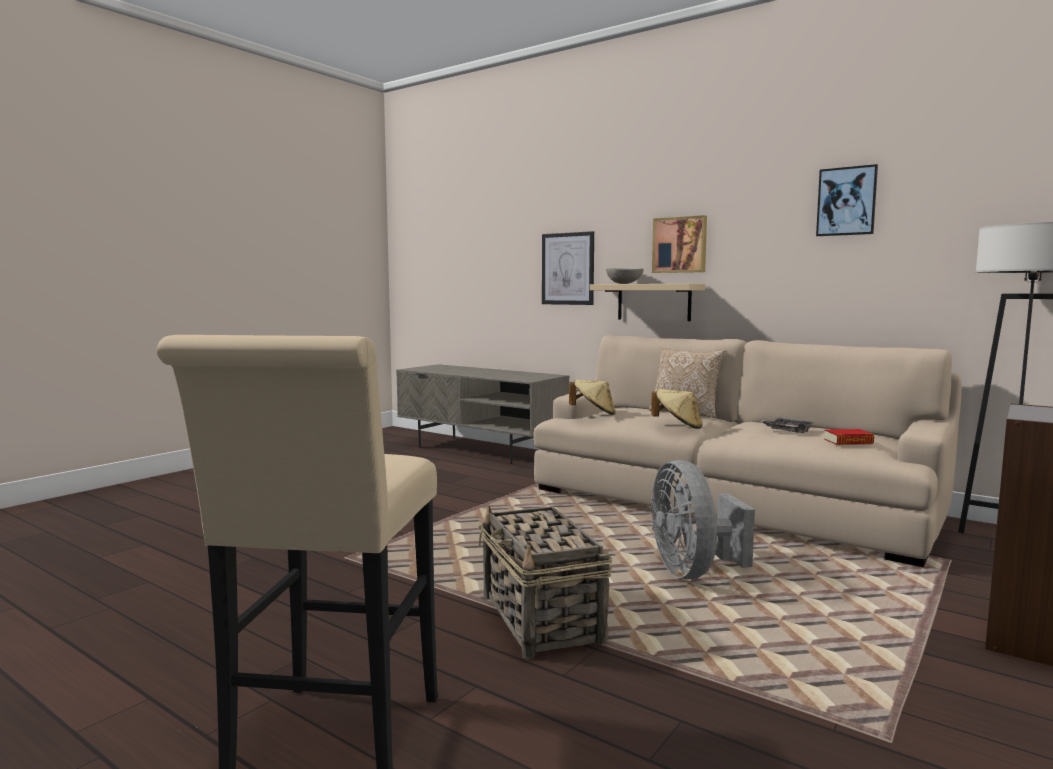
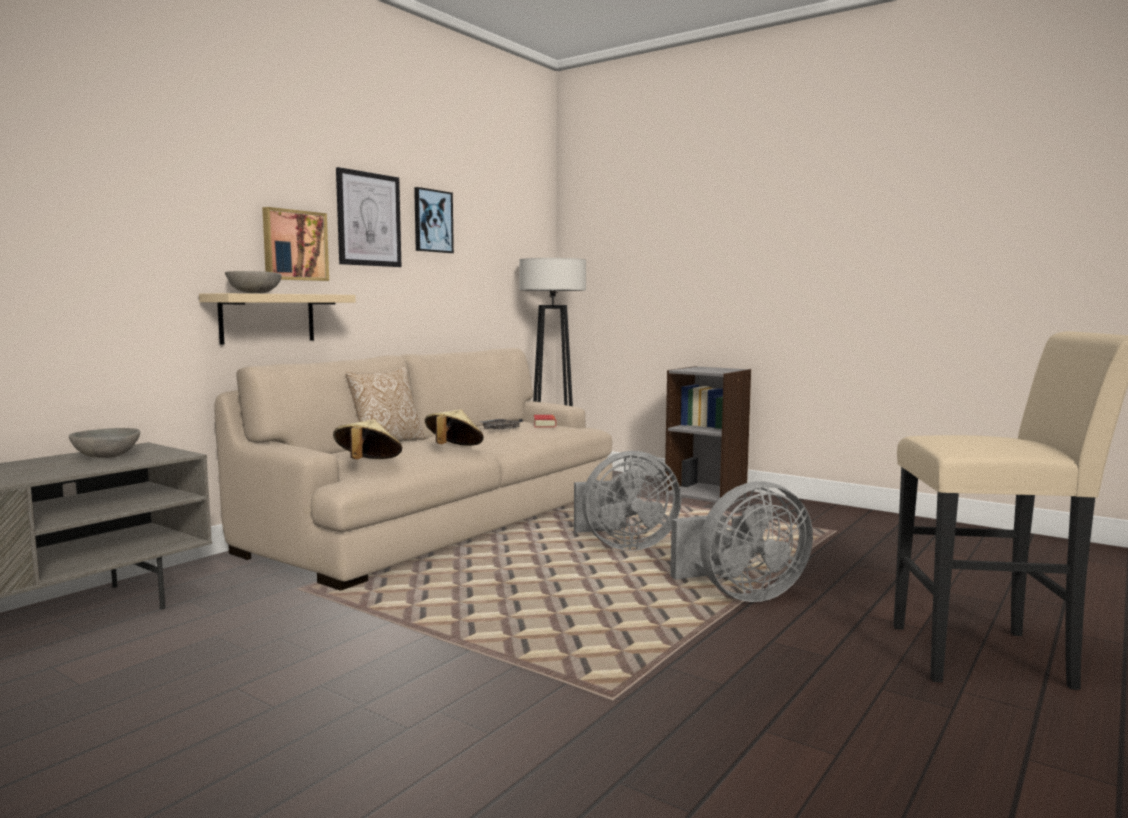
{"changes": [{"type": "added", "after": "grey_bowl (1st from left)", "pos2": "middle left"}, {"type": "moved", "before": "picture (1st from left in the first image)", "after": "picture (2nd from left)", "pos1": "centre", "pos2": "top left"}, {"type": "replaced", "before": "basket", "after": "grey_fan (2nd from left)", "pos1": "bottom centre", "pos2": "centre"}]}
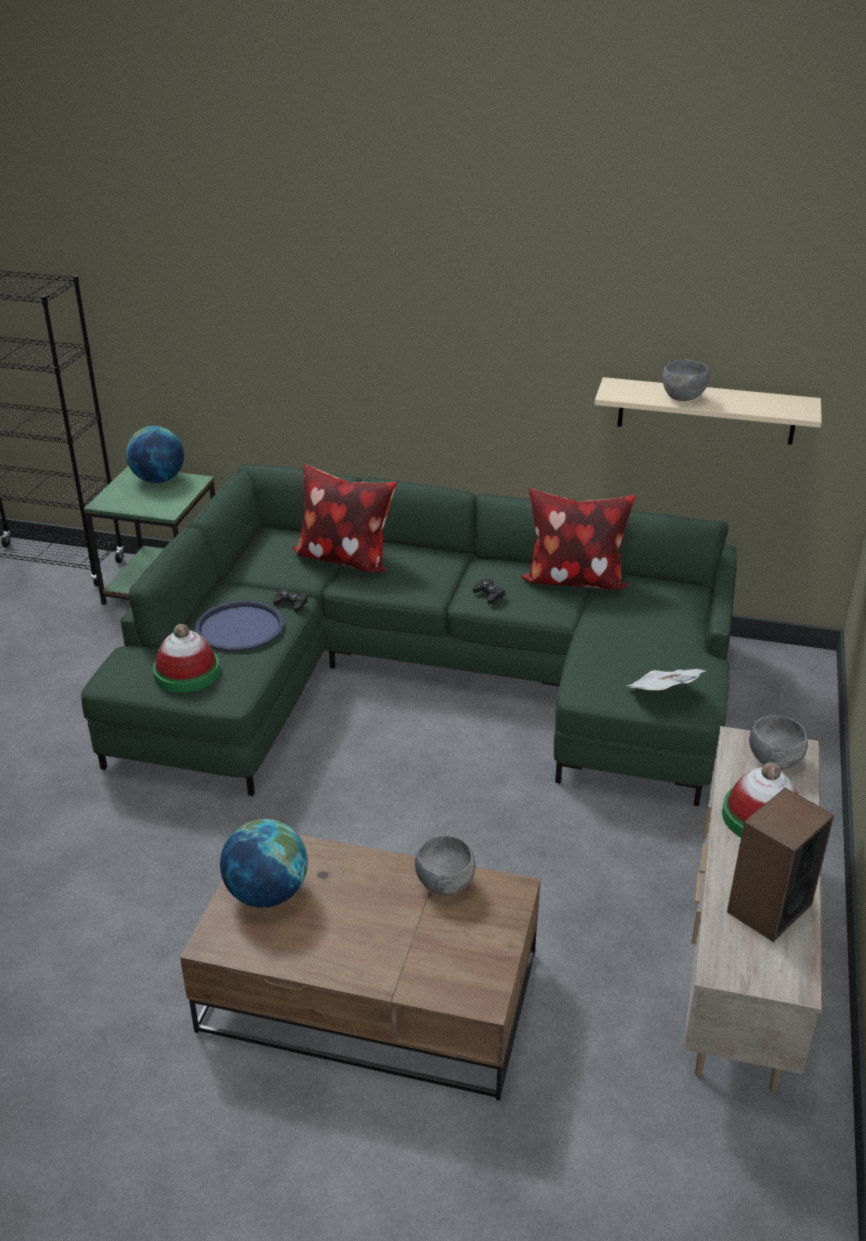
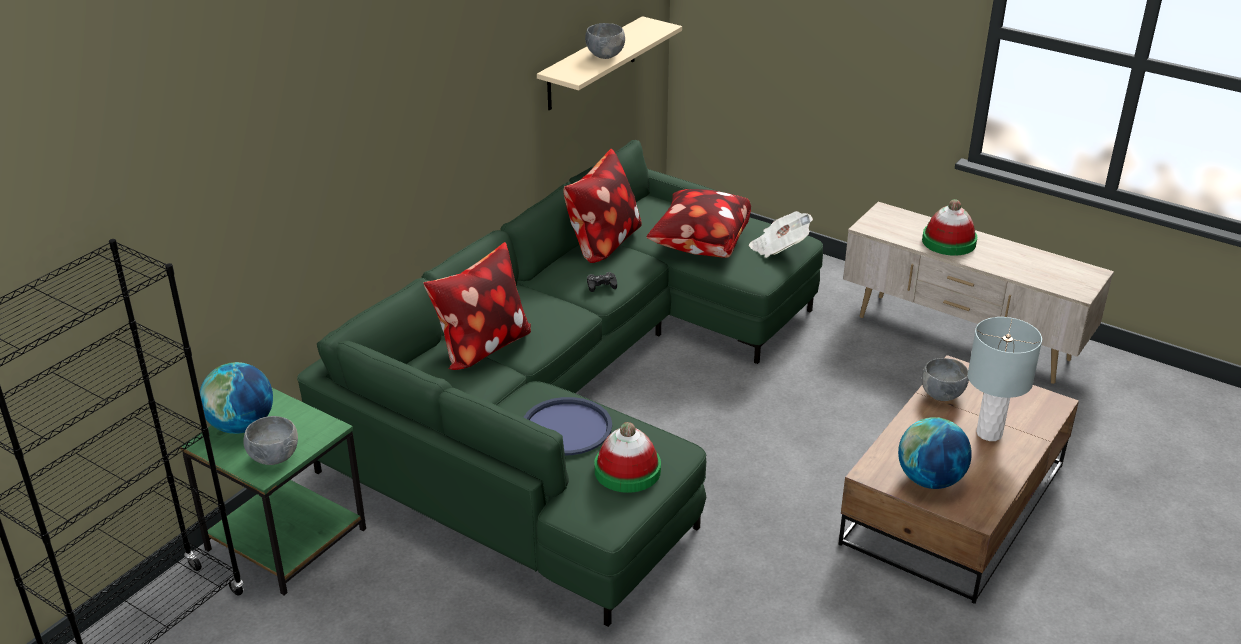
{"changes": [{"type": "removed", "before": "black_game_controller (1st from left)", "pos1": "centre"}, {"type": "removed", "before": "speaker", "pos1": "bottom right"}, {"type": "added", "after": "pillow (3rd from left)", "pos2": "centre"}, {"type": "added", "after": "grey_table_lamp", "pos2": "middle right"}, {"type": "moved", "before": "grey_bowl (3rd from left in the first image)", "after": "grey_bowl (1st from left)", "pos1": "middle right", "pos2": "bottom left"}]}
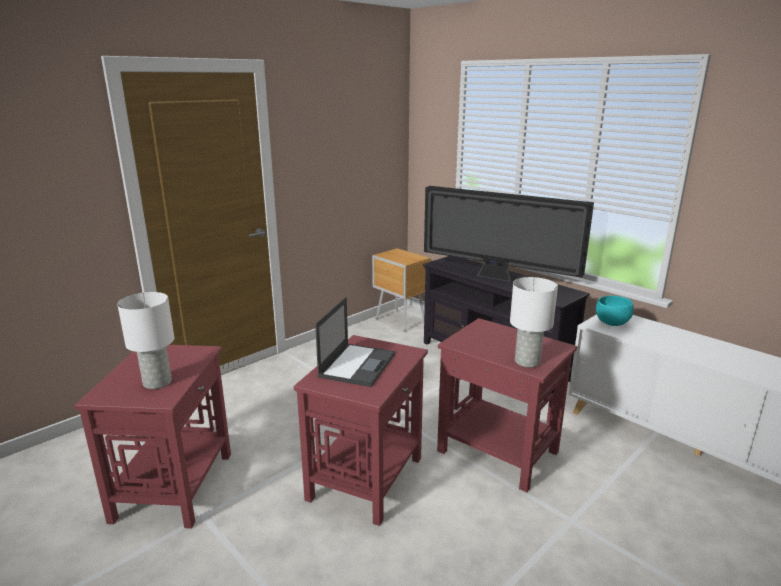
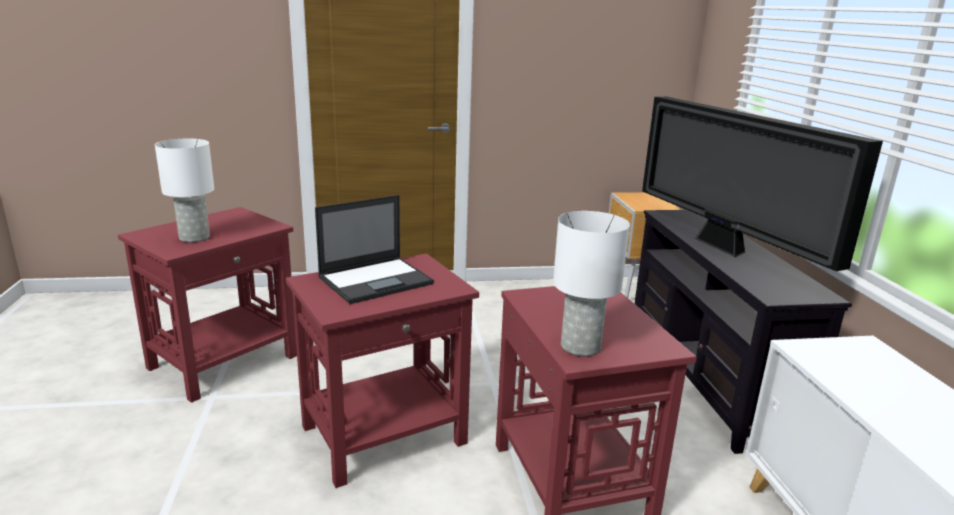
{"changes": [{"type": "removed", "before": "turquoise_bowl", "pos1": "middle right"}]}
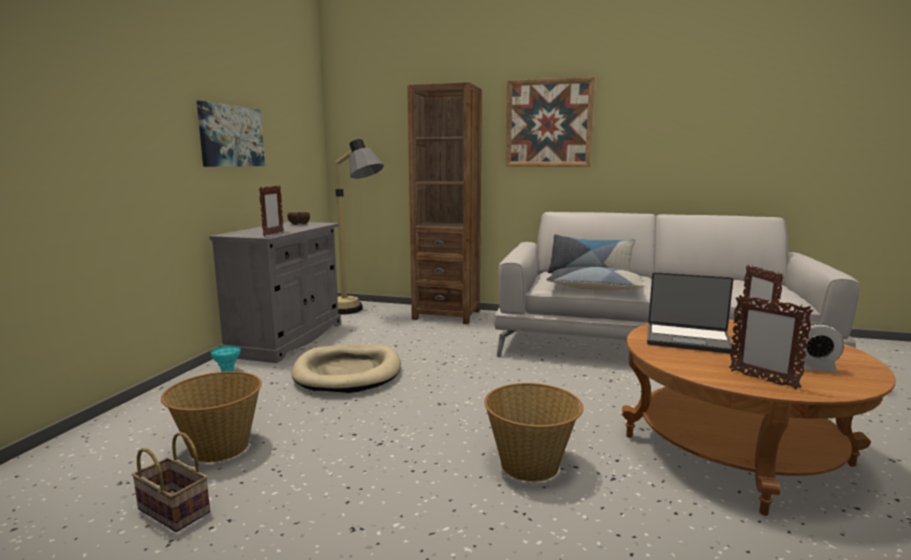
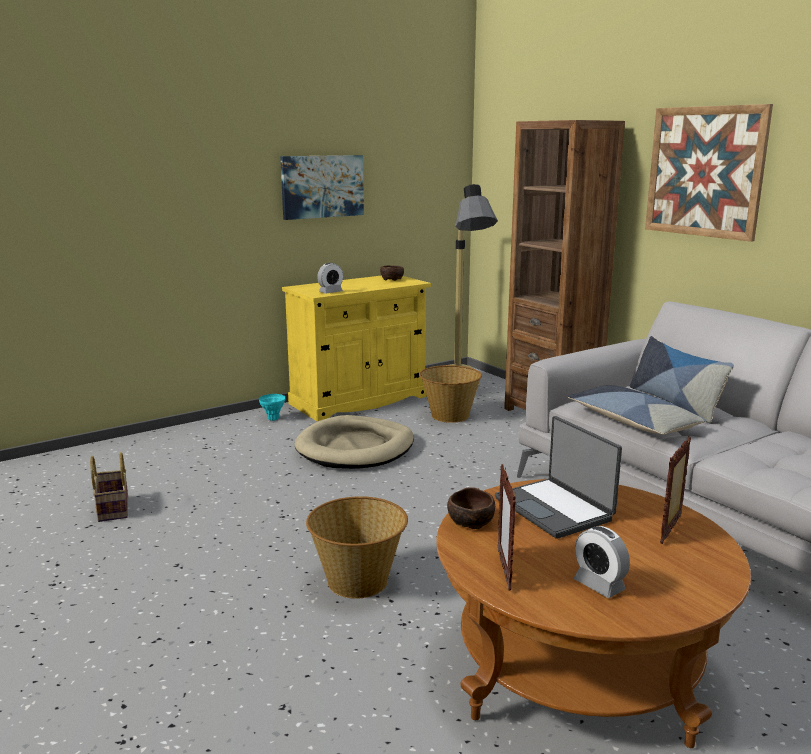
{"changes": [{"type": "added", "after": "brown_bowl (2nd from left)", "pos2": "bottom centre"}, {"type": "moved", "before": "basket (2nd from left in the first image)", "after": "basket (3rd from left)", "pos1": "bottom left", "pos2": "centre"}, {"type": "replaced", "before": "picture_frame (1st from left)", "after": "alarm_clock (1st from left)", "pos1": "middle left", "pos2": "centre"}, {"type": "recoloured", "before": "grey_cabinet", "after": "yellow_cabinet", "pos1": "middle left", "pos2": "centre"}]}
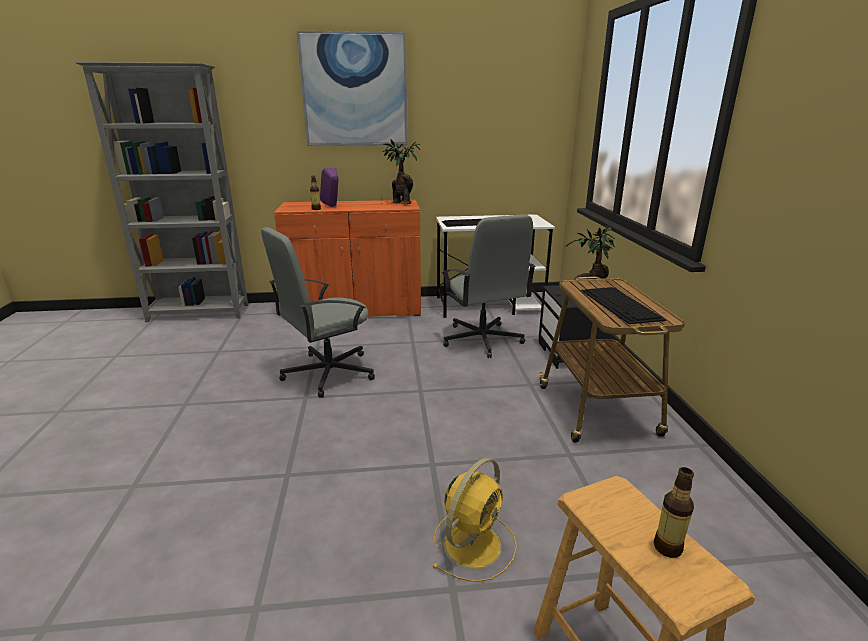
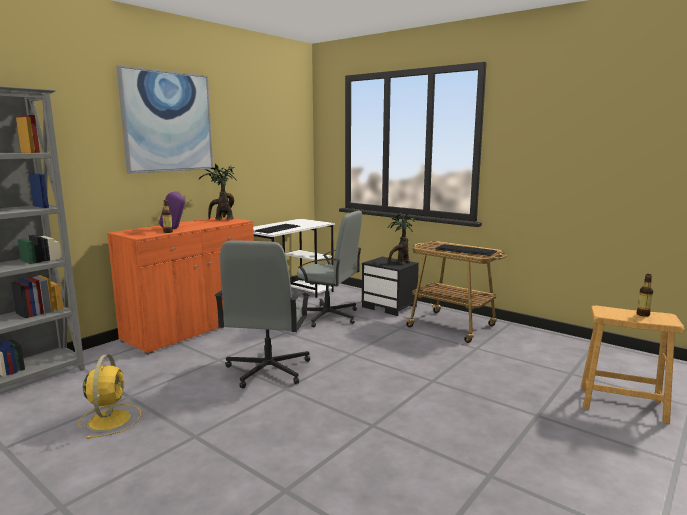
{"changes": [{"type": "moved", "before": "yellow_fan", "pos1": "bottom centre", "pos2": "bottom left"}]}
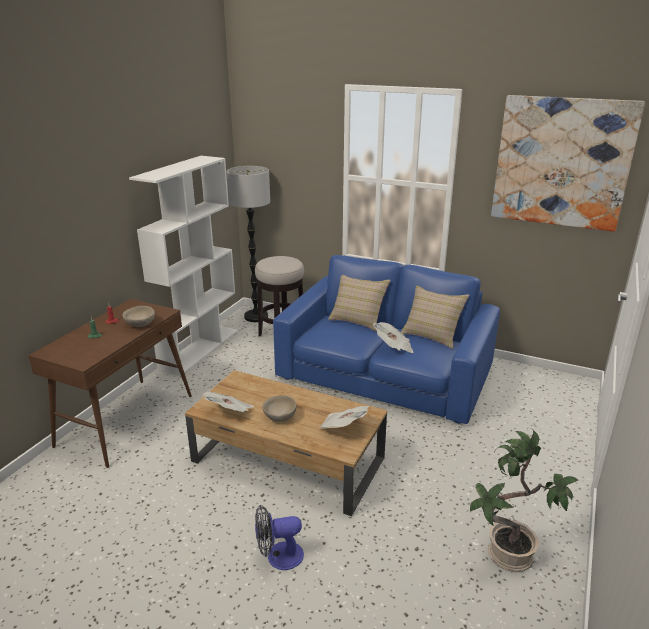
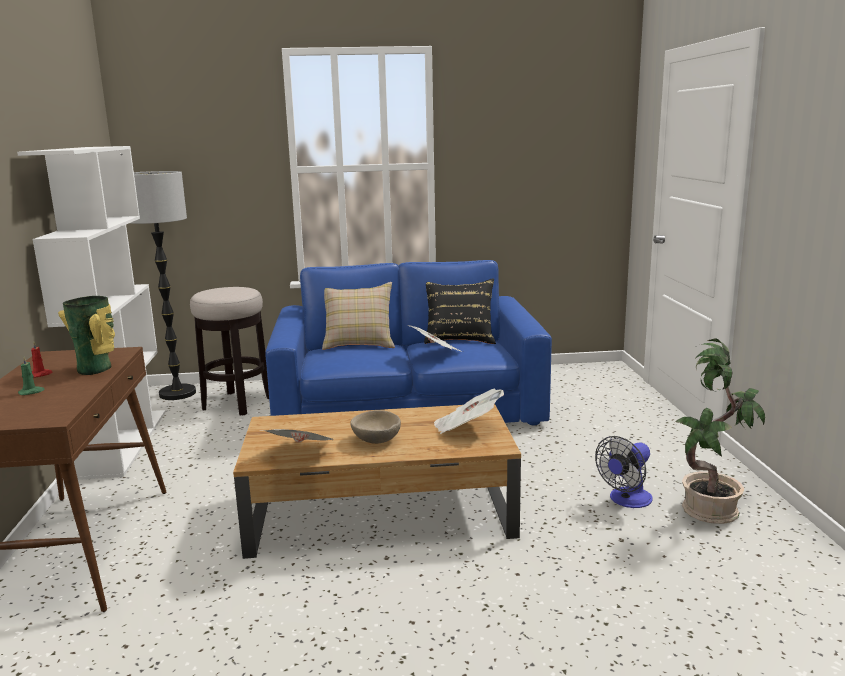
{"changes": [{"type": "removed", "before": "picture", "pos1": "top right"}, {"type": "moved", "before": "fan", "pos1": "bottom centre", "pos2": "bottom right"}, {"type": "replaced", "before": "beige_bowl (1st from left)", "after": "vase", "pos1": "middle left", "pos2": "middle left"}, {"type": "recoloured", "before": "beige_pillow (2nd from left)", "after": "black_pillow", "pos1": "middle right", "pos2": "centre"}]}
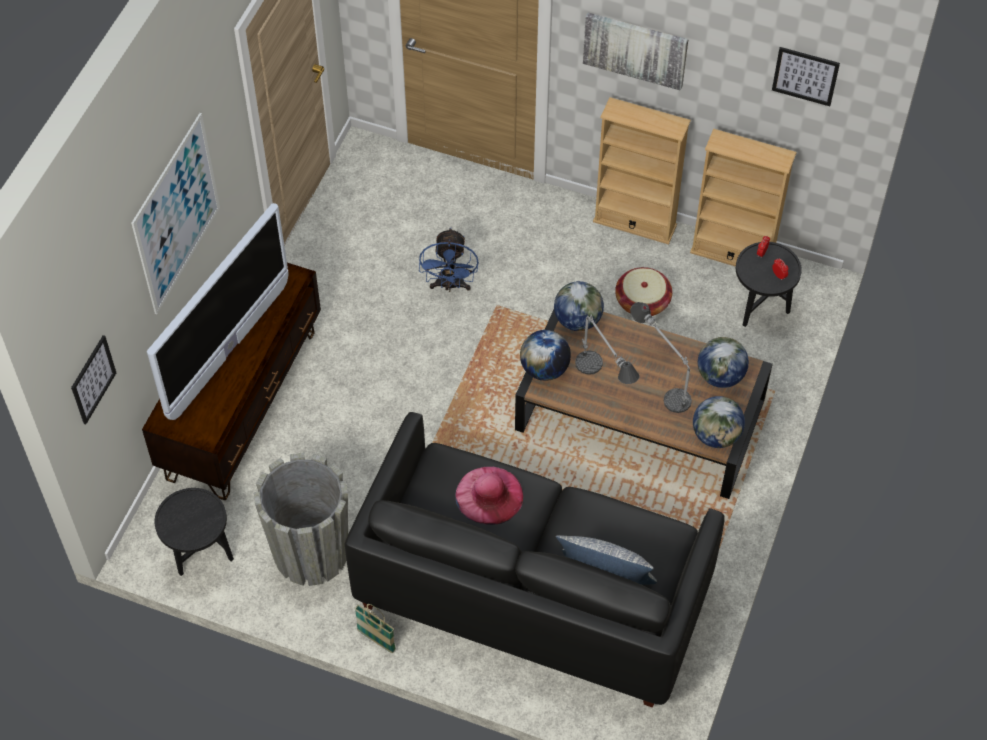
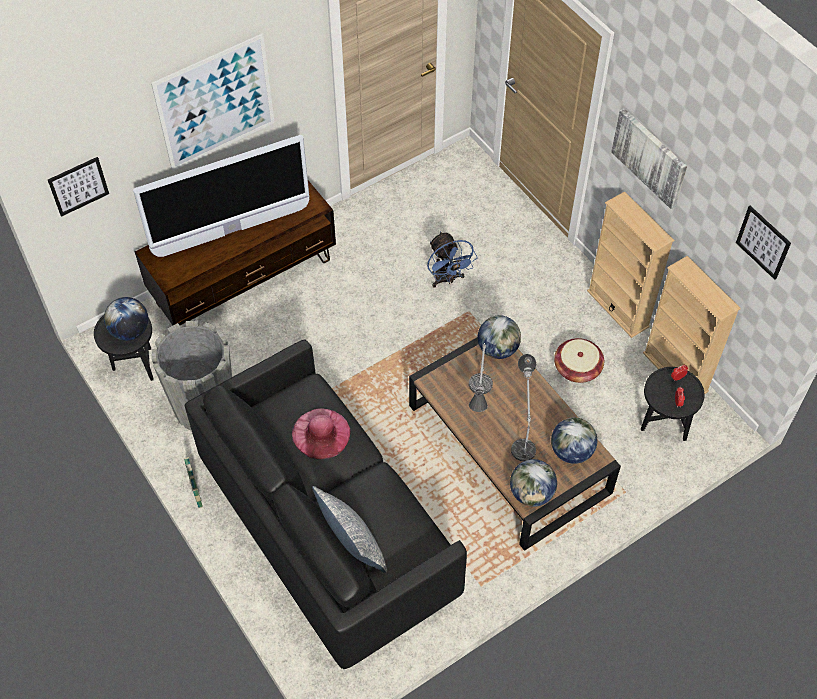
{"changes": [{"type": "moved", "before": "globe (1st from left)", "pos1": "centre", "pos2": "middle left"}, {"type": "turned", "before": "blue_fan", "pos1": "centre", "pos2": "centre", "turn": -60}]}
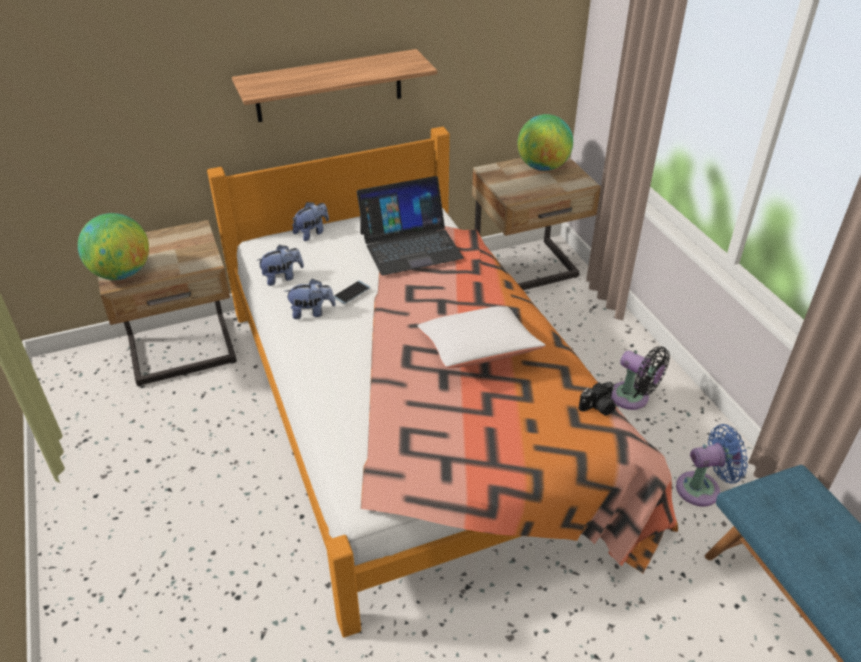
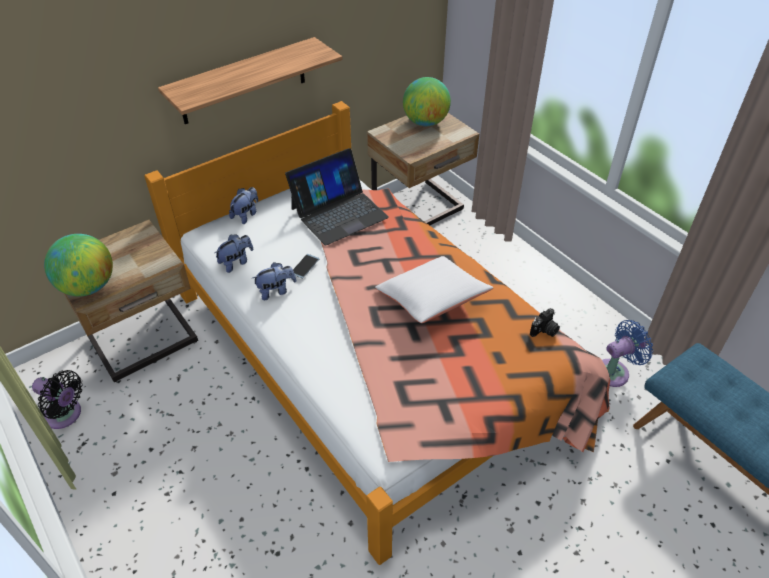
{"changes": [{"type": "moved", "before": "black_fan", "pos1": "middle right", "pos2": "bottom left"}]}
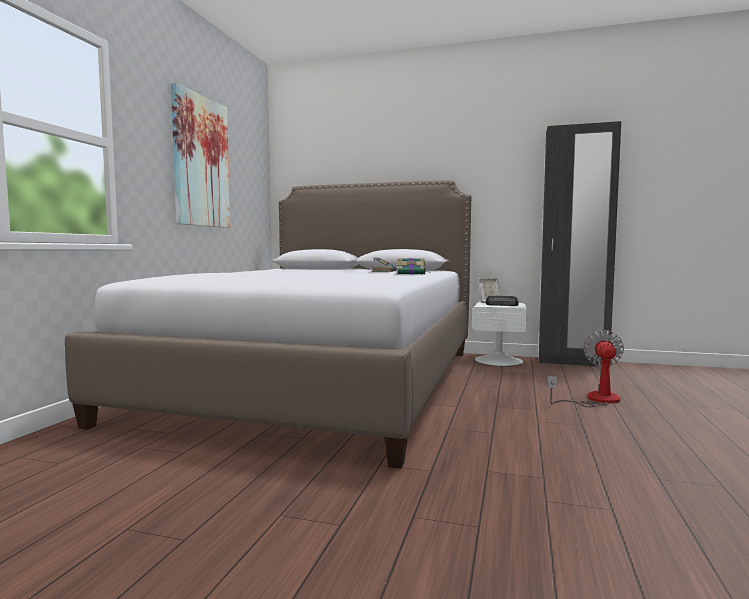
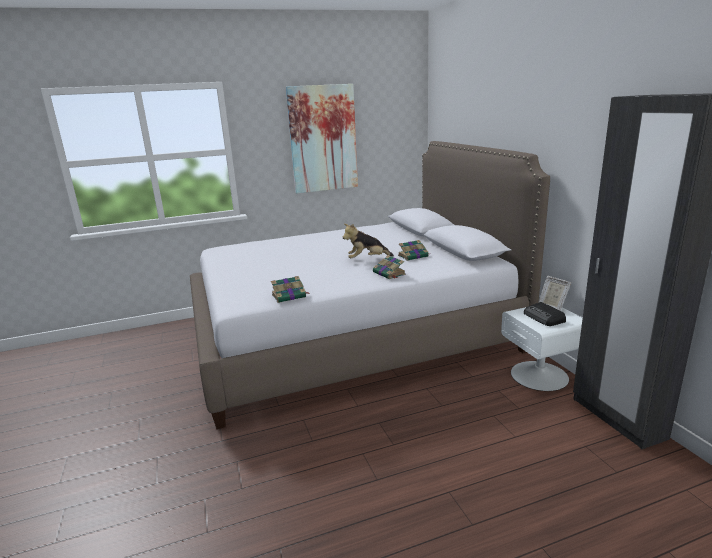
{"changes": [{"type": "removed", "before": "fan", "pos1": "middle right"}, {"type": "added", "after": "book (1st from left)", "pos2": "centre"}, {"type": "added", "after": "plush_toy", "pos2": "centre"}]}
